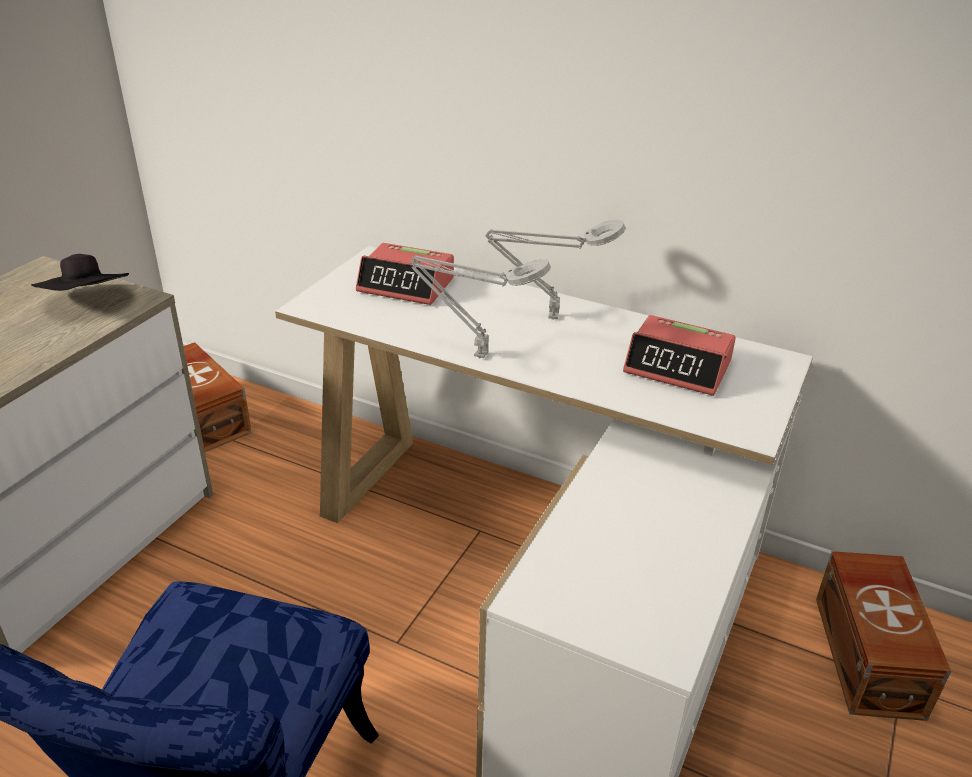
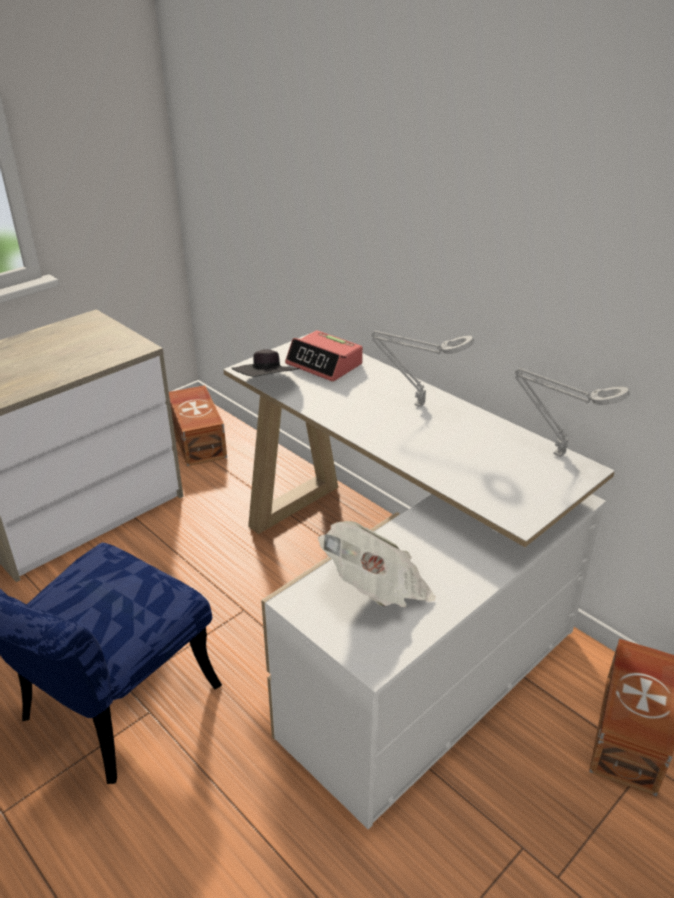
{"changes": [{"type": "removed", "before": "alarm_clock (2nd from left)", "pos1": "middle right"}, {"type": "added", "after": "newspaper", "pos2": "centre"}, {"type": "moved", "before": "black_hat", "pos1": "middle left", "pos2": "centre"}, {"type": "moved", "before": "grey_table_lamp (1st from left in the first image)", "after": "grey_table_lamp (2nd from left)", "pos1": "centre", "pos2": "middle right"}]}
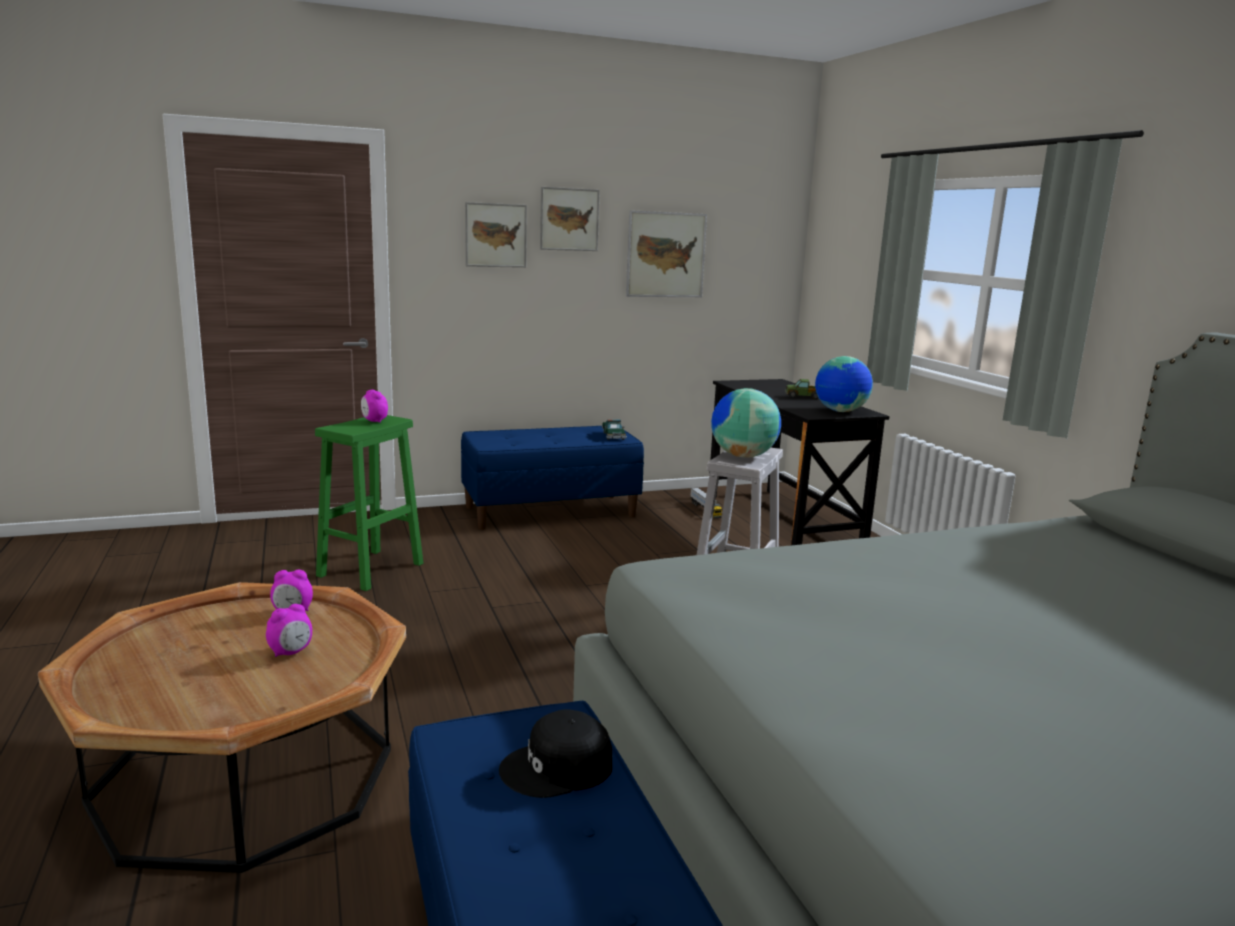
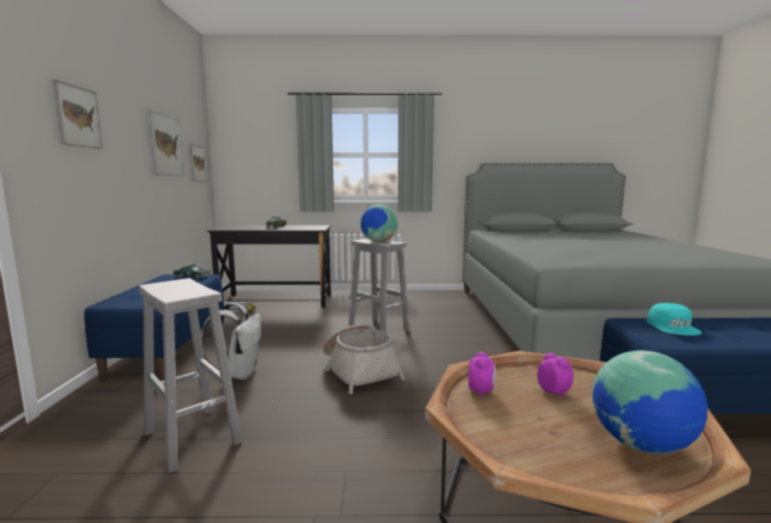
{"changes": [{"type": "removed", "before": "alarm_clock (3rd from left)", "pos1": "middle left"}, {"type": "added", "after": "white_backpack", "pos2": "middle left"}, {"type": "added", "after": "basket", "pos2": "bottom centre"}, {"type": "moved", "before": "picture (2nd from left in the first image)", "after": "picture (3rd from left)", "pos1": "top centre", "pos2": "top left"}, {"type": "moved", "before": "globe (2nd from left)", "pos1": "middle right", "pos2": "bottom right"}, {"type": "recoloured", "before": "green_stool", "after": "white_stool (1st from left)", "pos1": "middle left", "pos2": "bottom left"}, {"type": "recoloured", "before": "black_cap", "after": "turquoise_cap", "pos1": "bottom centre", "pos2": "middle right"}]}
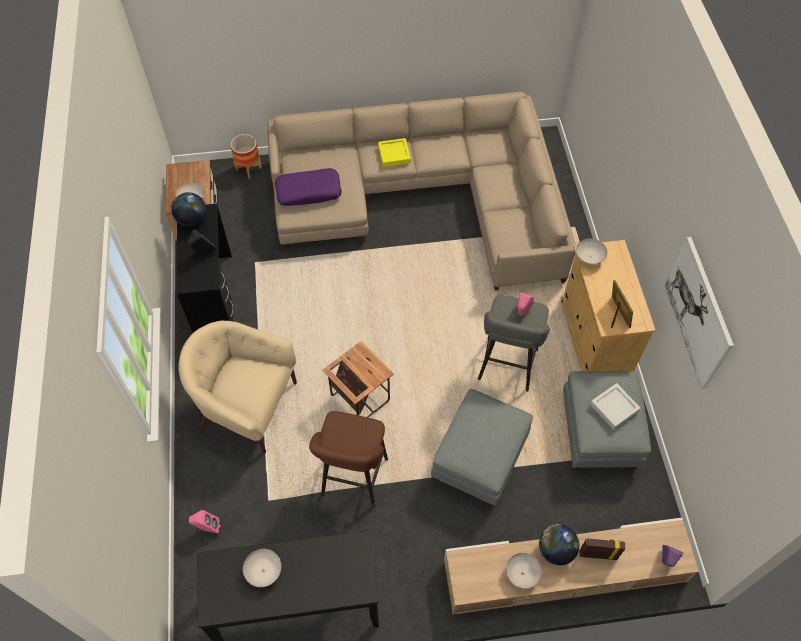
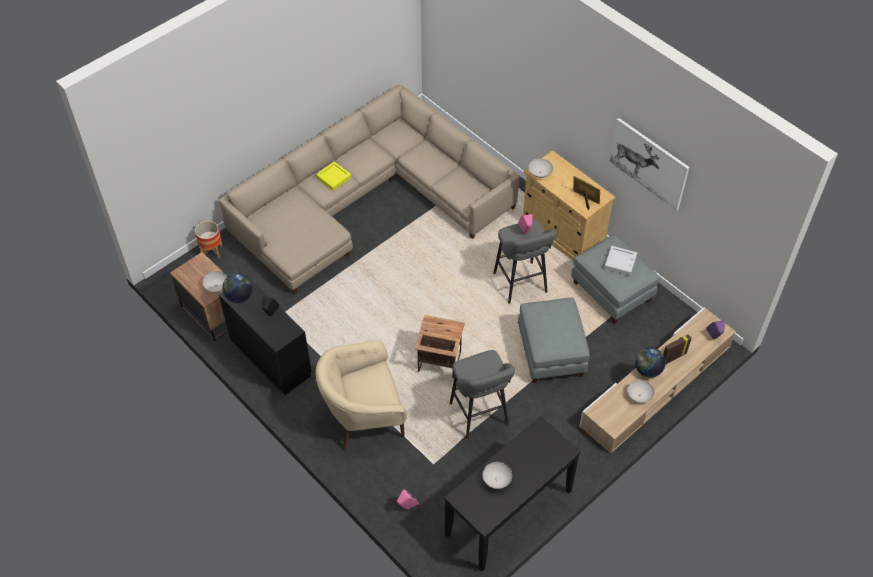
{"changes": [{"type": "removed", "before": "purple_pillow", "pos1": "top centre"}, {"type": "recoloured", "before": "brown_stool", "after": "grey_stool (1st from left)", "pos1": "bottom centre", "pos2": "bottom centre"}]}
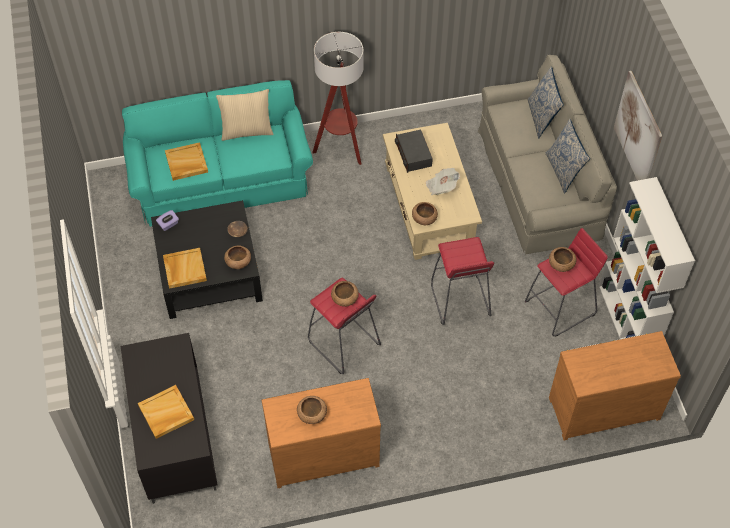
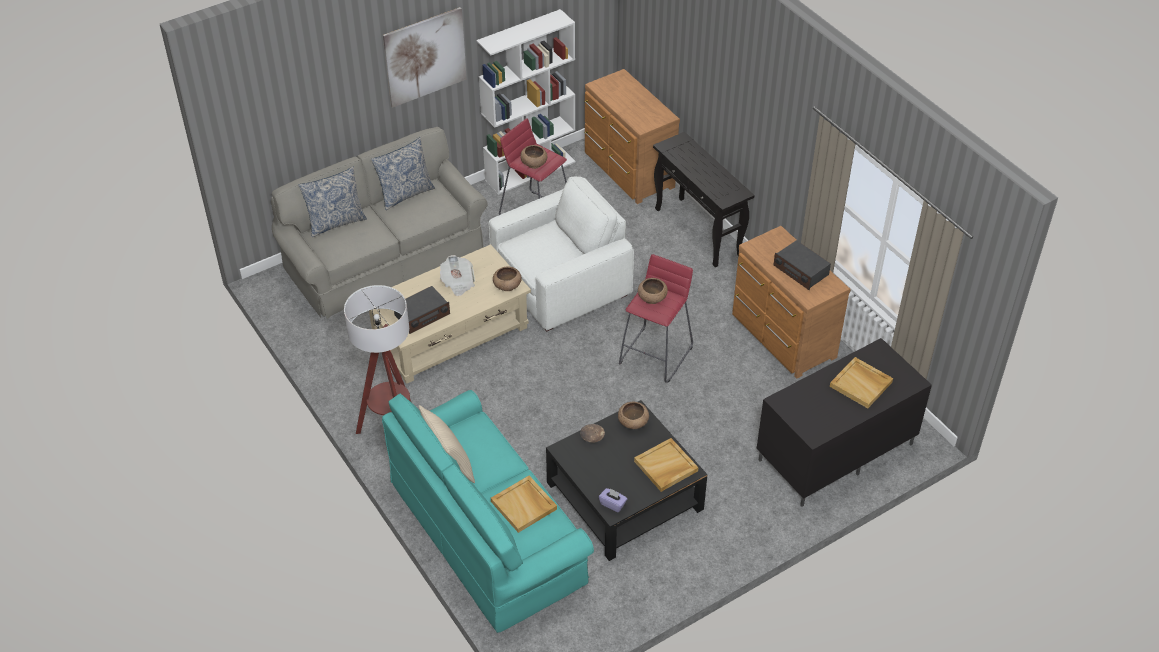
{"changes": [{"type": "added", "after": "black_console_table", "pos2": "top centre"}, {"type": "replaced", "before": "brown_bowl (3rd from left)", "after": "radio (2nd from left)", "pos1": "bottom centre", "pos2": "middle right"}, {"type": "replaced", "before": "red_stool (2nd from left)", "after": "white_armchair", "pos1": "centre", "pos2": "centre"}]}
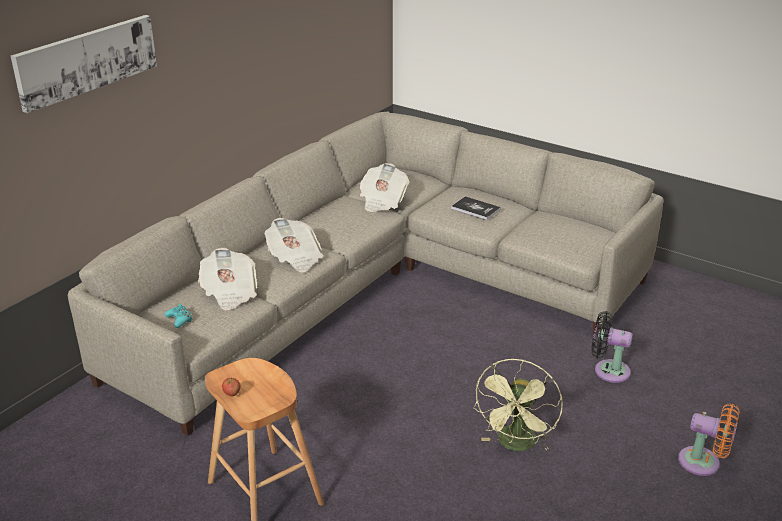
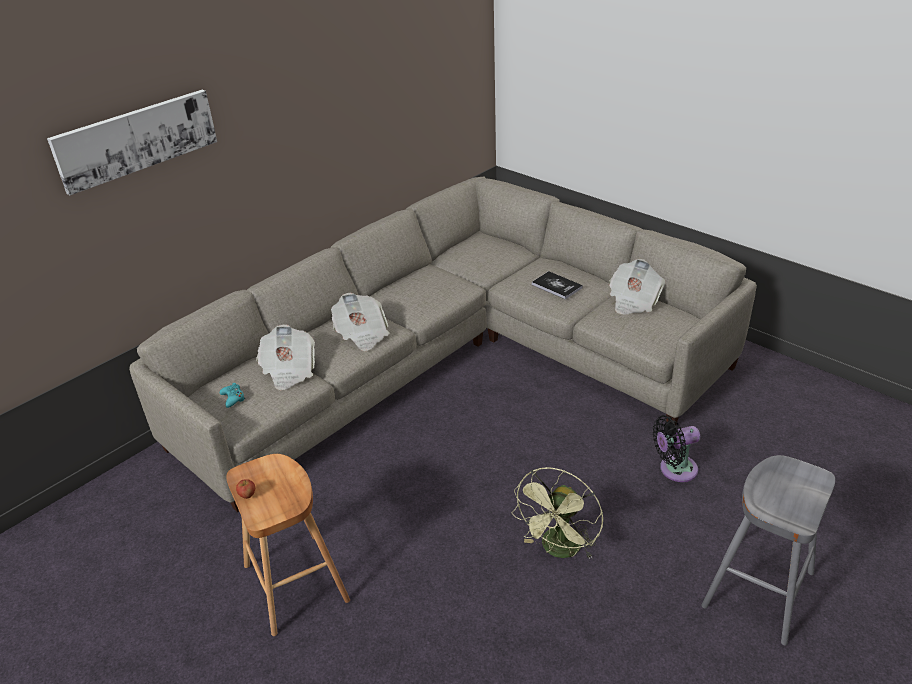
{"changes": [{"type": "moved", "before": "newspaper (3rd from left)", "pos1": "centre", "pos2": "middle right"}, {"type": "replaced", "before": "orange_fan", "after": "grey_stool", "pos1": "bottom right", "pos2": "bottom right"}, {"type": "turned", "before": "black_fan", "pos1": "middle right", "pos2": "middle right", "turn": -45}]}
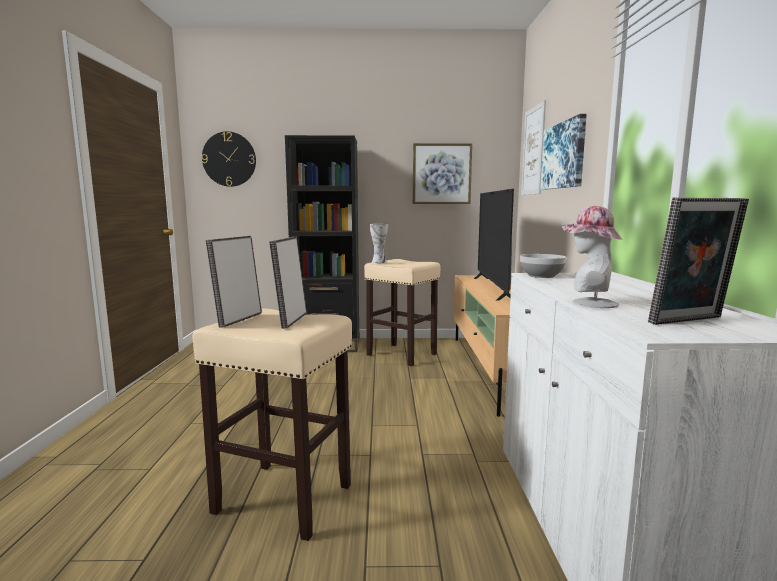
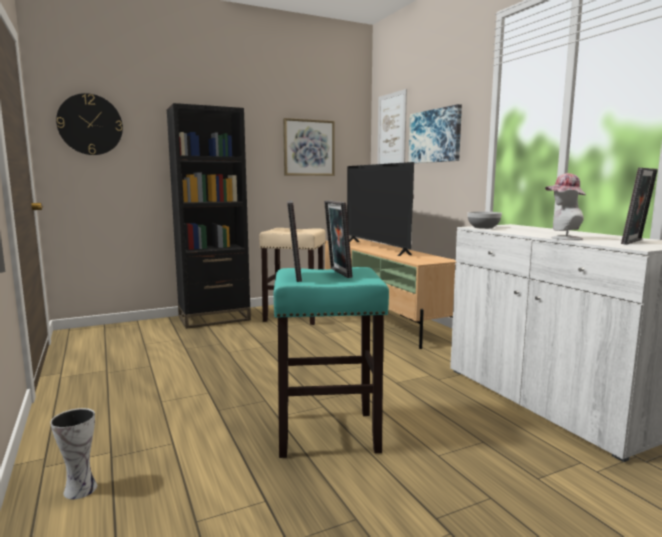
{"changes": [{"type": "moved", "before": "vase", "pos1": "centre", "pos2": "bottom left"}, {"type": "recoloured", "before": "beige_stool (1st from left)", "after": "turquoise_stool", "pos1": "bottom centre", "pos2": "bottom centre"}]}
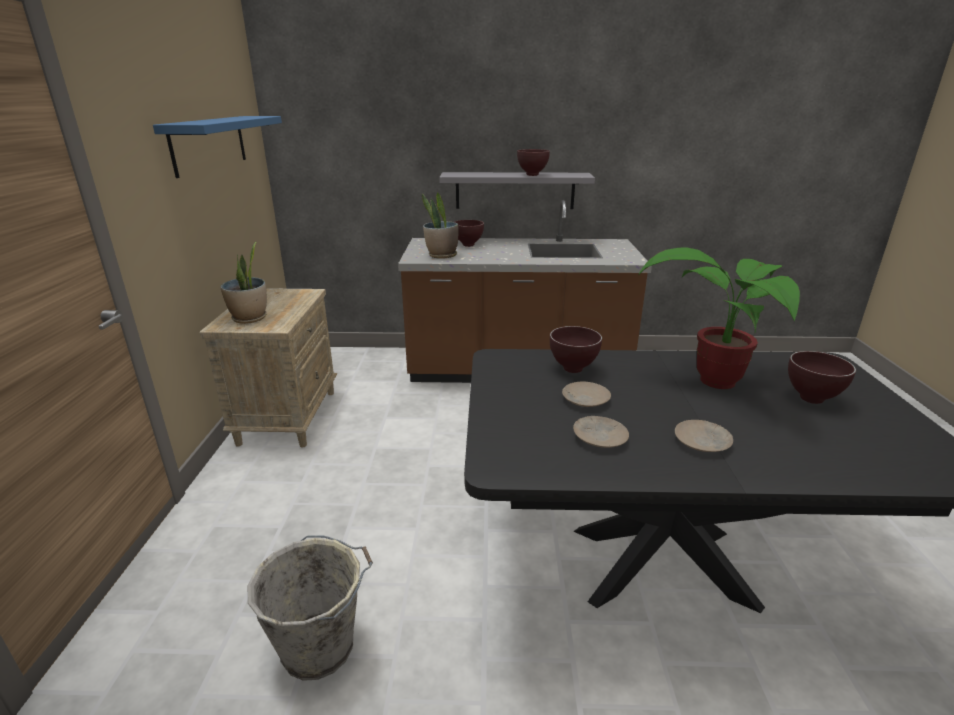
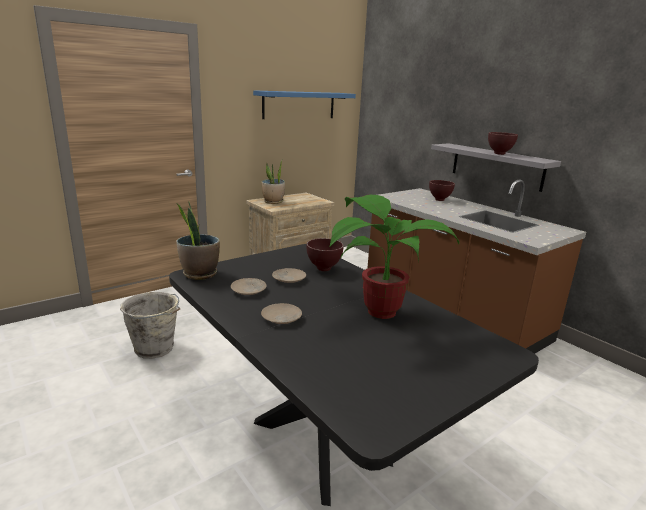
{"changes": [{"type": "removed", "before": "brown_bowl (4th from left)", "pos1": "middle right"}, {"type": "moved", "before": "potted_plant (2nd from left in the first image)", "after": "potted_plant (1st from left)", "pos1": "top centre", "pos2": "middle left"}]}
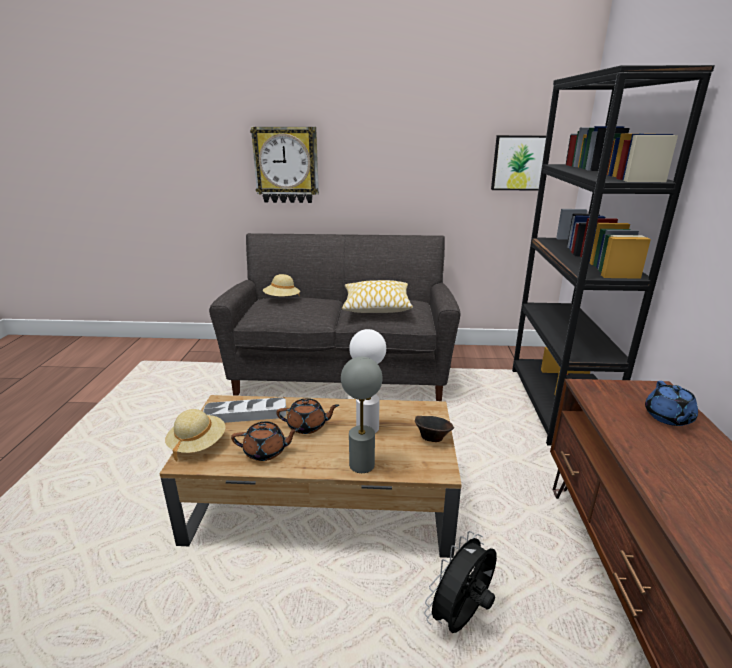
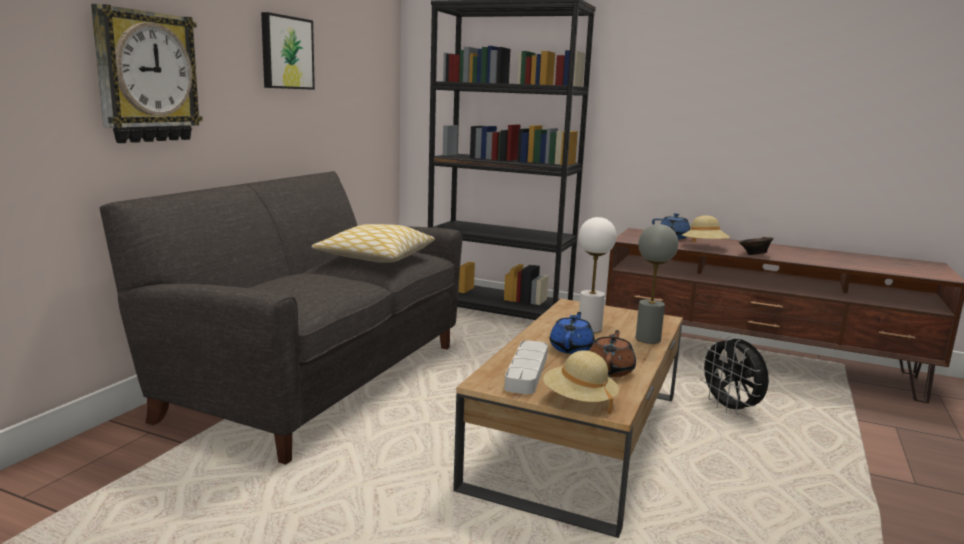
{"changes": [{"type": "moved", "before": "beige_hat (2nd from left)", "pos1": "centre", "pos2": "middle right"}, {"type": "moved", "before": "brown_bowl", "pos1": "centre", "pos2": "middle right"}, {"type": "moved", "before": "picture", "pos1": "top right", "pos2": "top left"}, {"type": "recoloured", "before": "brown_teapot (2nd from left)", "after": "blue_teapot (1st from left)", "pos1": "centre", "pos2": "centre"}]}
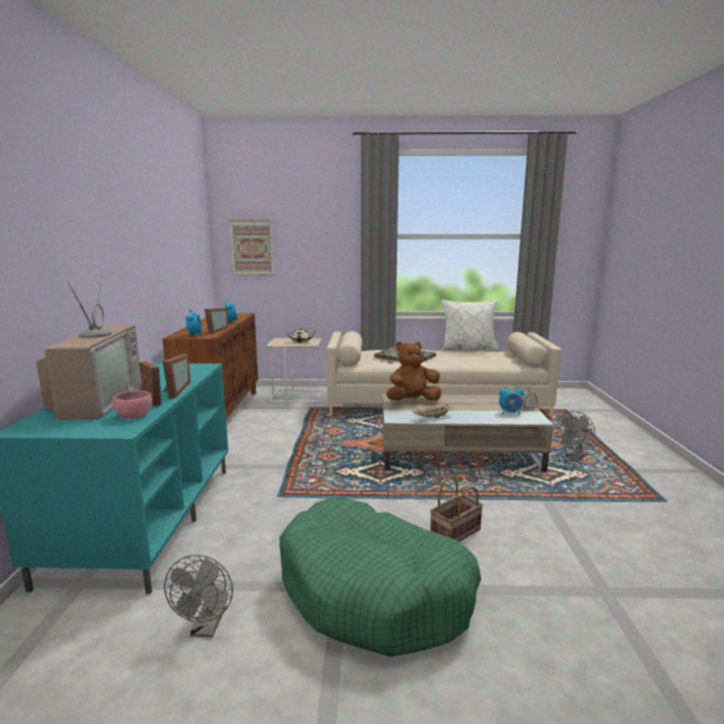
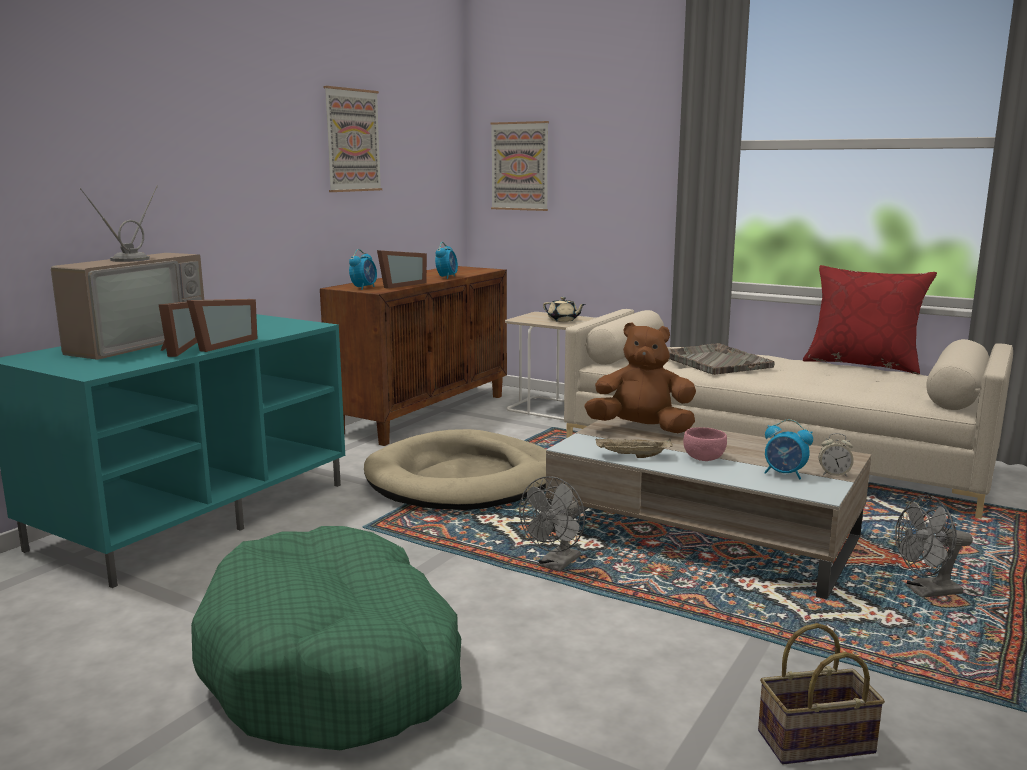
{"changes": [{"type": "added", "after": "picture (1st from left)", "pos2": "top centre"}, {"type": "added", "after": "beige_dog_bed", "pos2": "centre"}, {"type": "moved", "before": "pink_bowl", "pos1": "middle left", "pos2": "middle right"}, {"type": "moved", "before": "grey_fan (1st from left)", "pos1": "bottom left", "pos2": "bottom centre"}, {"type": "moved", "before": "basket", "pos1": "bottom centre", "pos2": "bottom right"}, {"type": "recoloured", "before": "white_pillow", "after": "red_pillow", "pos1": "centre", "pos2": "middle right"}]}
